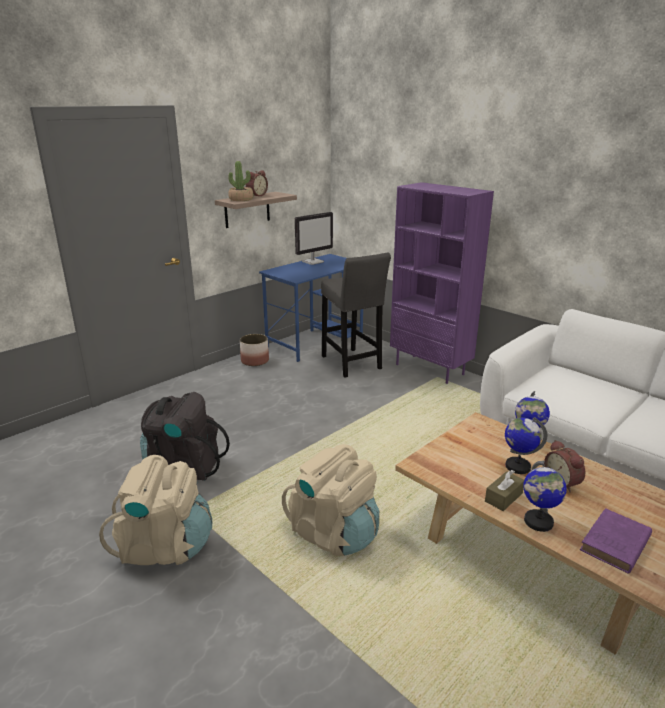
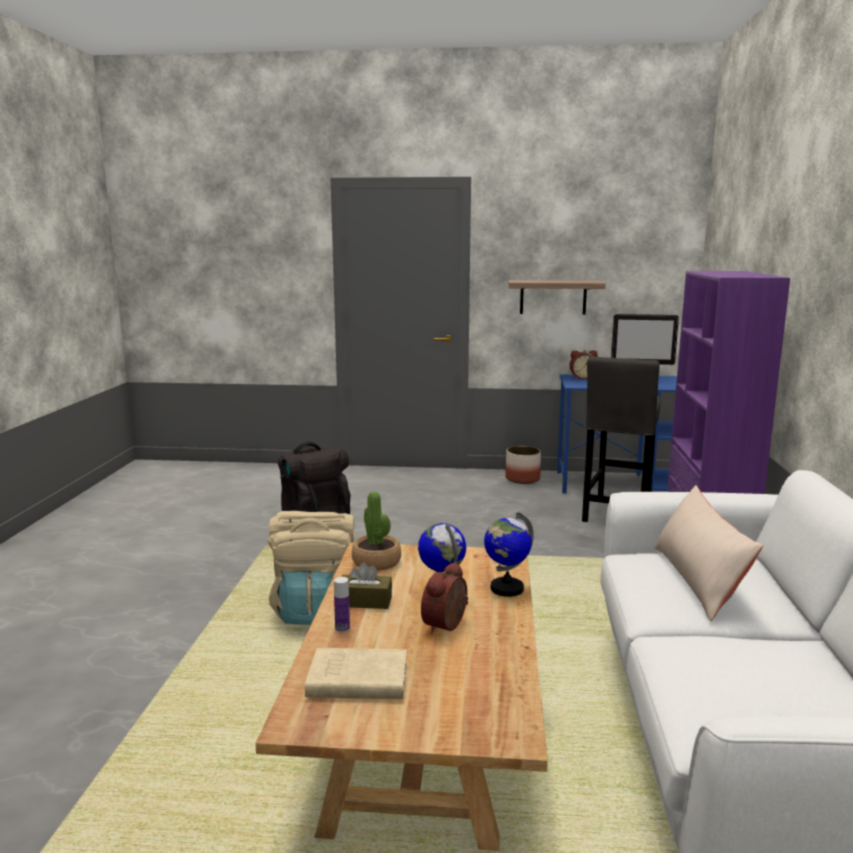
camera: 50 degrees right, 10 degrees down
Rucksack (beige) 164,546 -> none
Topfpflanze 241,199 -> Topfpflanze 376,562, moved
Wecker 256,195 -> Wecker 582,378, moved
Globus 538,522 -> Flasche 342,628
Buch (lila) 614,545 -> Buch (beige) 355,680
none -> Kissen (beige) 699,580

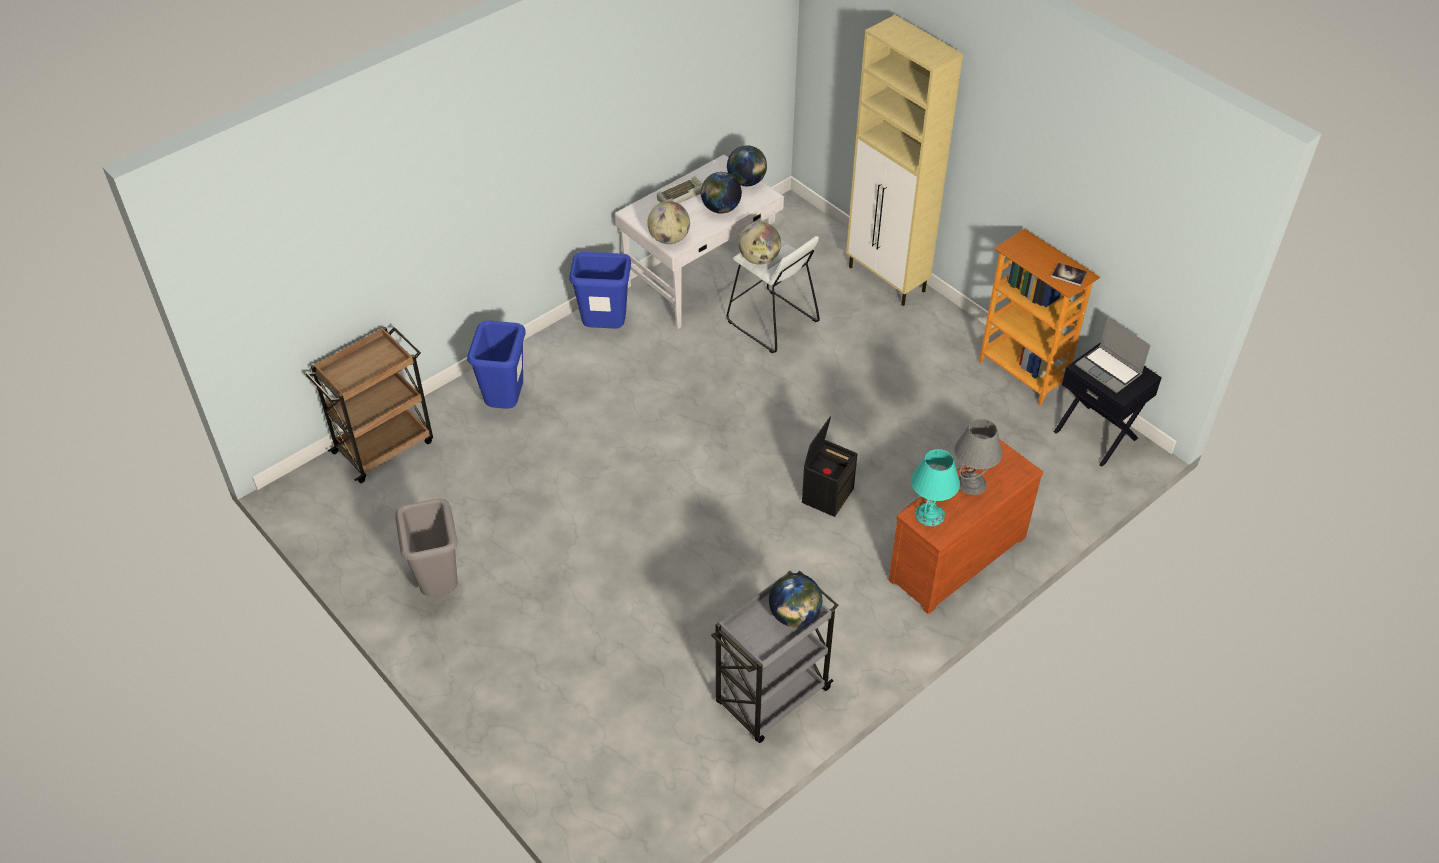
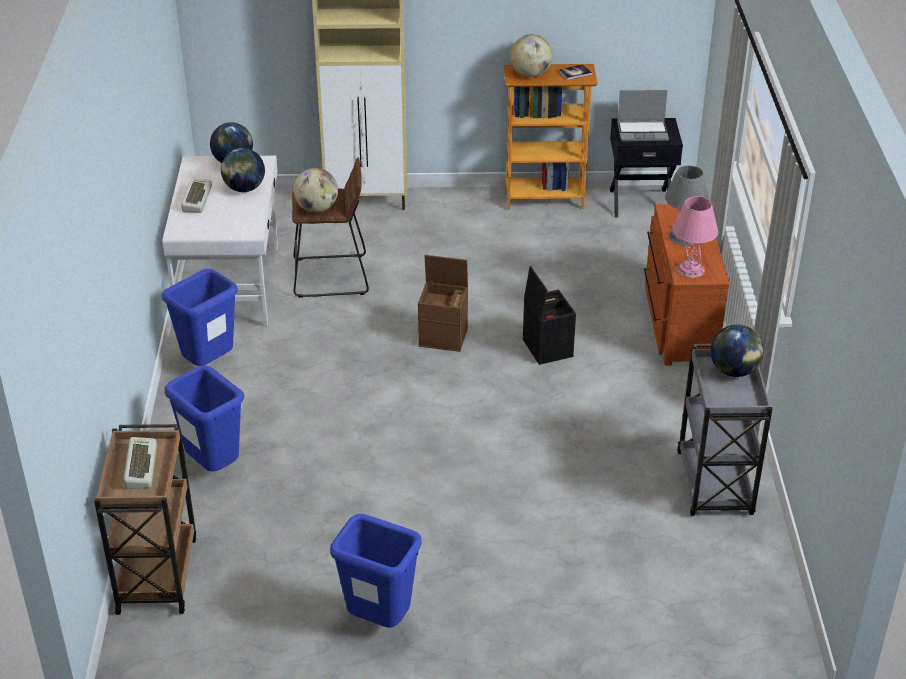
camera: 50 degrees left, 10 degrees down
Mülleimer (grau) 440,587 -> Mülleimer (blau) 380,622
Globus 669,239 -> Globus 530,74, moved
Hocker (weiß) 771,322 -> Hocker (braun) 331,276
Tischlampe (türkis) 930,514 -> Tischlampe (rosa) 690,269
none -> Tastatur 139,466
none -> Aufbewahrungsbox (braun) 444,337

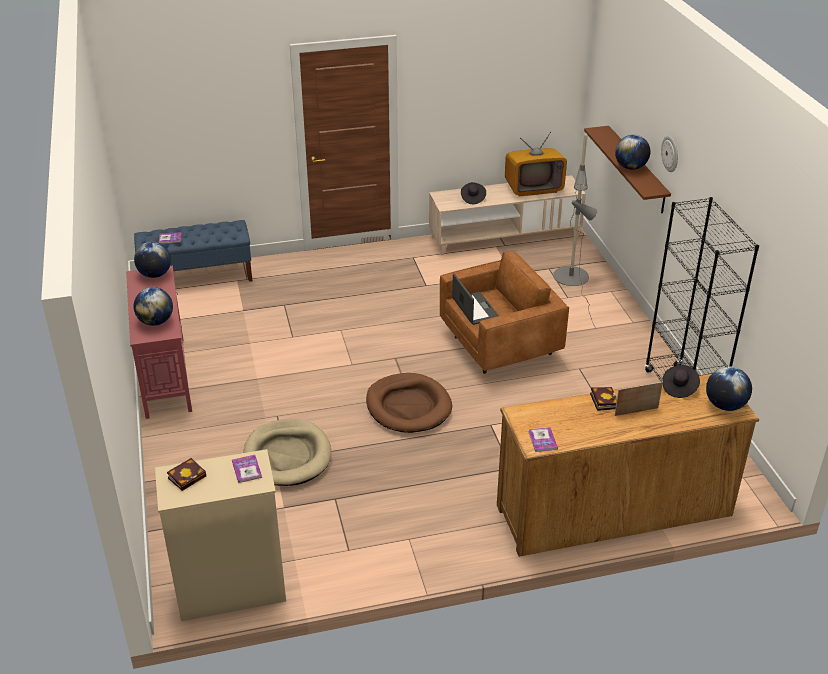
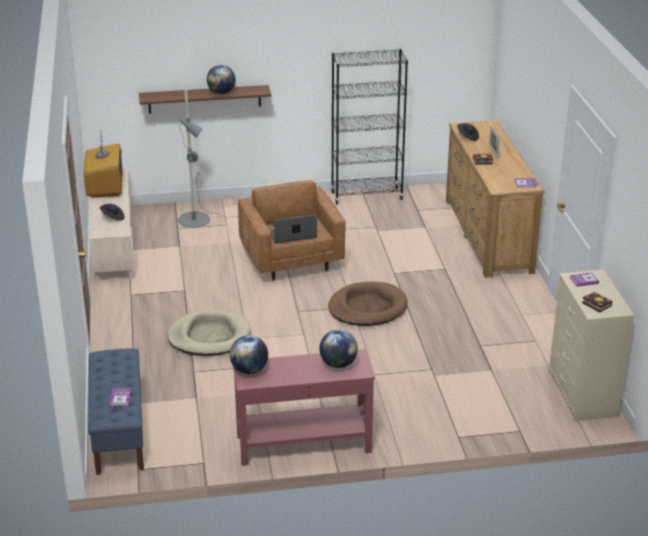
camera: 85 degrees left, 5 degrees down
Hundebett (beige) 287,456 -> Hundebett (beige) 209,337, moved
Wanduhr 670,153 -> none
Globus 725,405 -> none

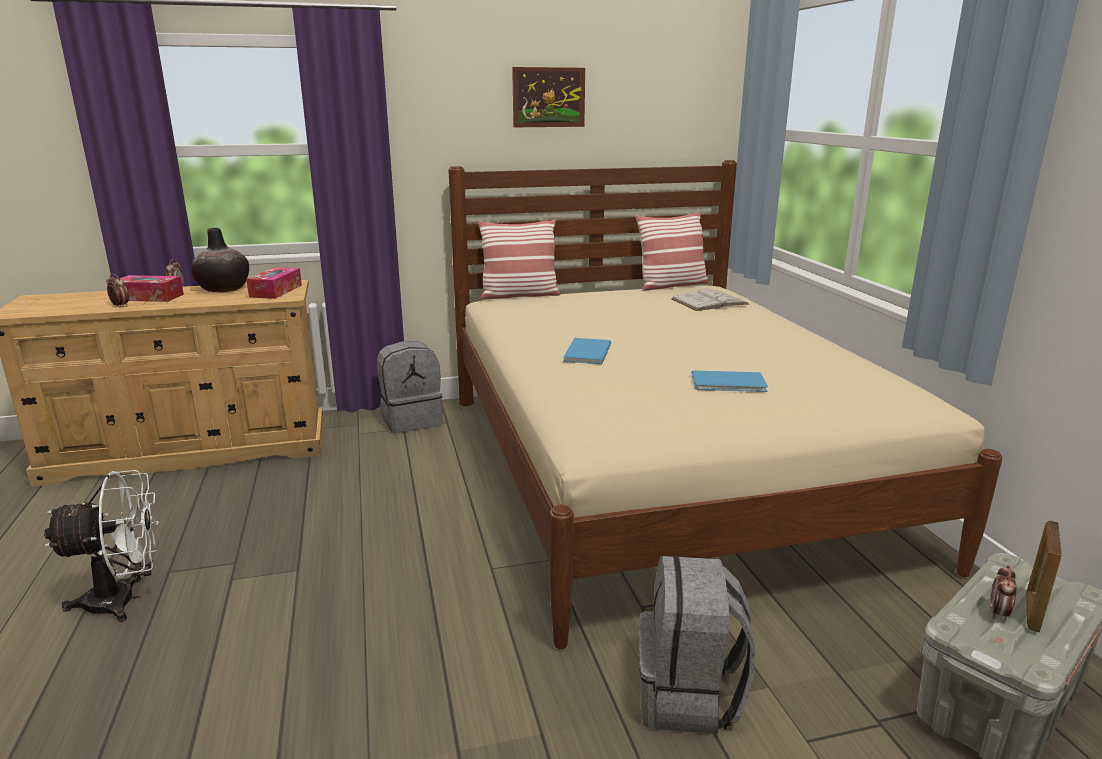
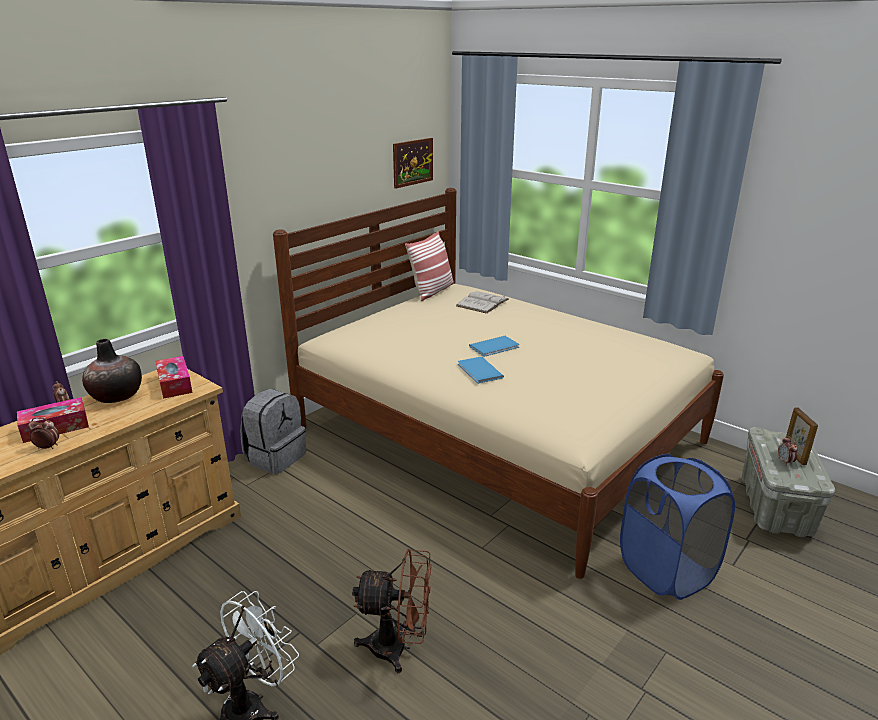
camera: 35 degrees left, 5 degrees up
Kissen 519,295 -> none
Bild 548,97 -> Bild 412,162, moved
Rucksack (grau) 688,697 -> Wäschekorb (blau) 666,571
Buch (blau) 730,383 -> Buch (blau) 496,347, moved
none -> Ventilator (braun) 398,647

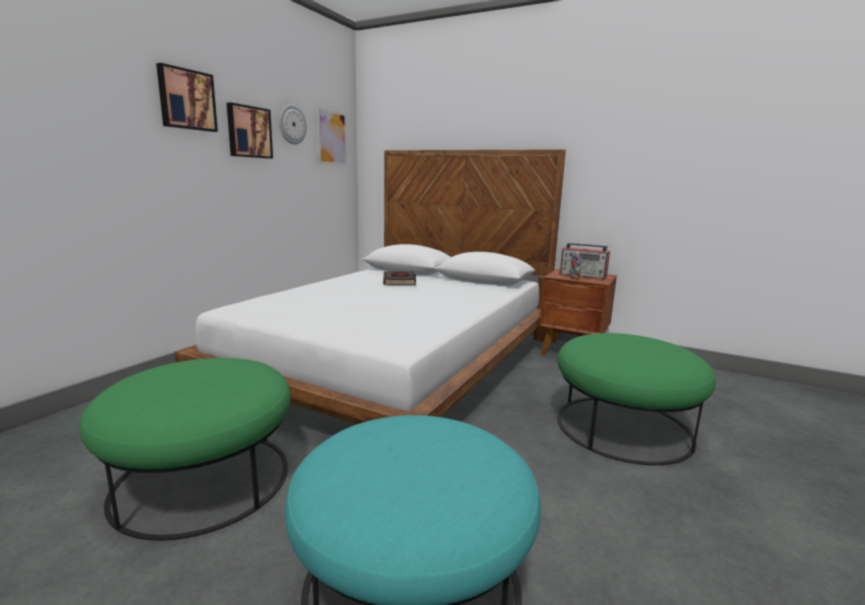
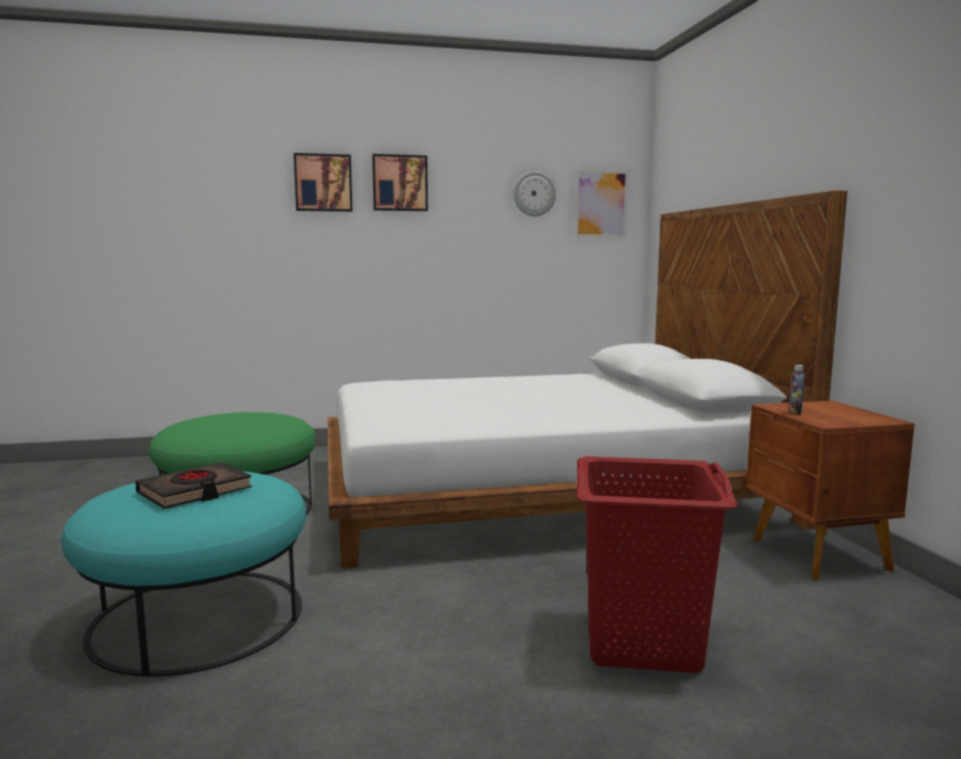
camera: 50 degrees right, 5 degrees down
Bild 248,132 -> Bild 323,183, moved
Buch (schwarz) 399,281 -> Buch (schwarz) 195,492, moved
Polsterhocker (grün) 622,427 -> Wäschekorb (rot) 641,642
Radio 583,275 -> none

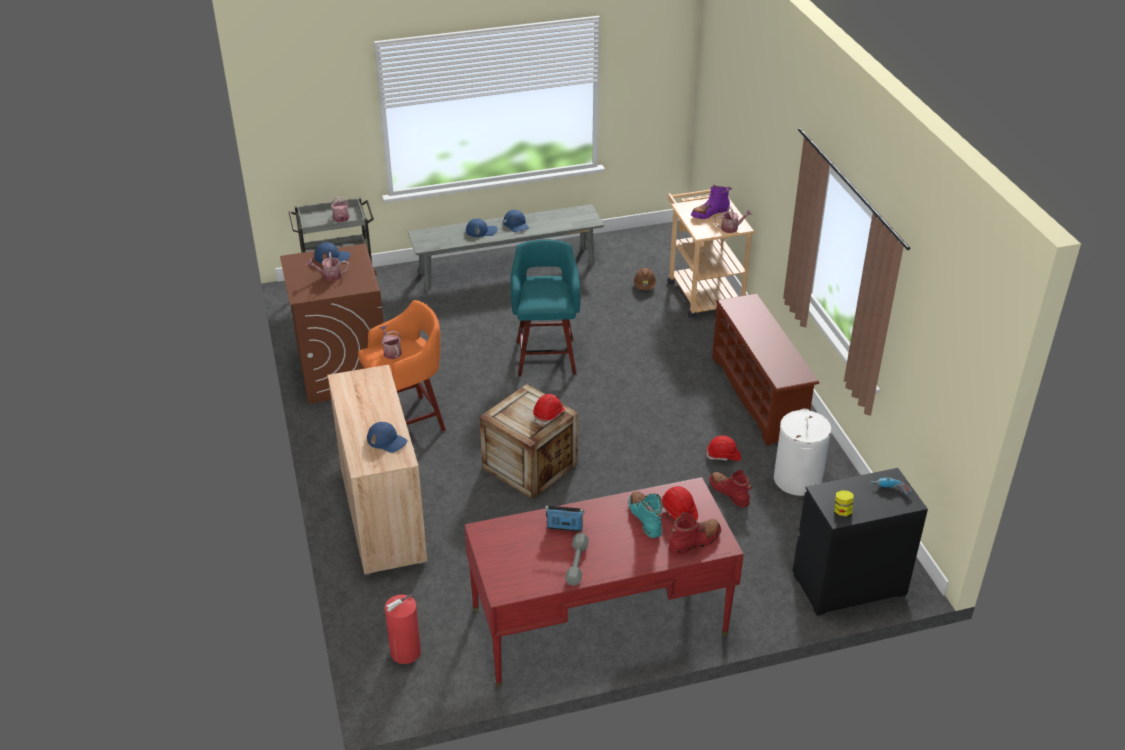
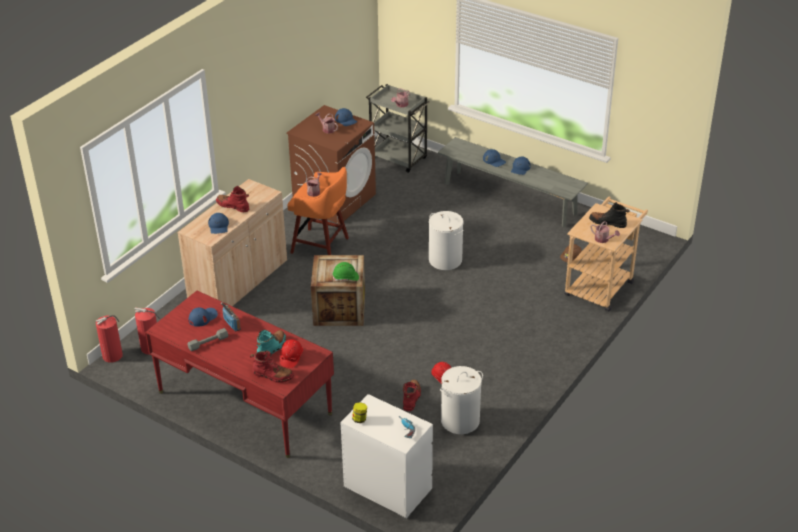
camera: 50 degrees right, 0 degrees up
Hocker (türkis) 546,356 -> Wäschekorb (weiß) 445,260
Schutzhelm (rot) 549,415 -> Schutzhelm (grün) 346,278
Stiefel (lila) 710,213 -> Stiefel (schwarz) 607,223
Schuhregal (braun) 759,396 -> none
Kommode (schwarz) 848,584 -> Kommode (weiß) 387,488
none -> Feuerlöscher 113,355
none -> Kappe (blau) 203,317
none -> Stiefel (rot) 233,206

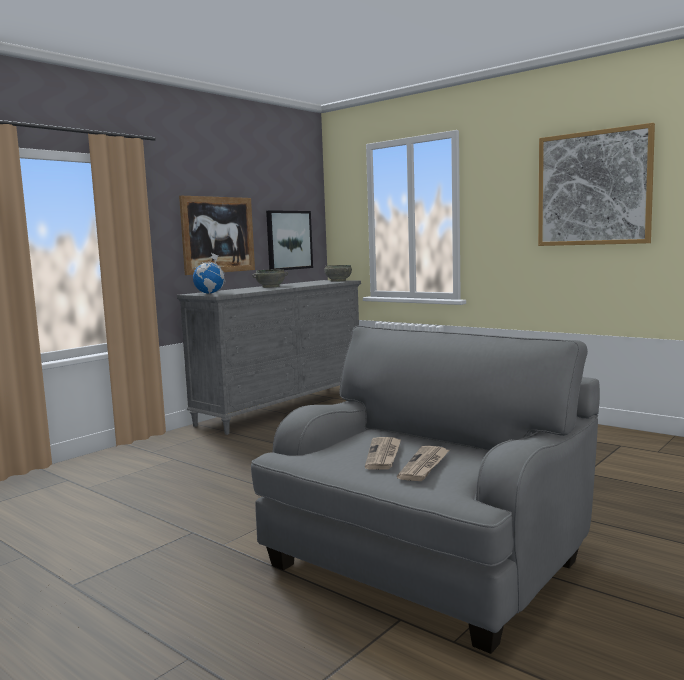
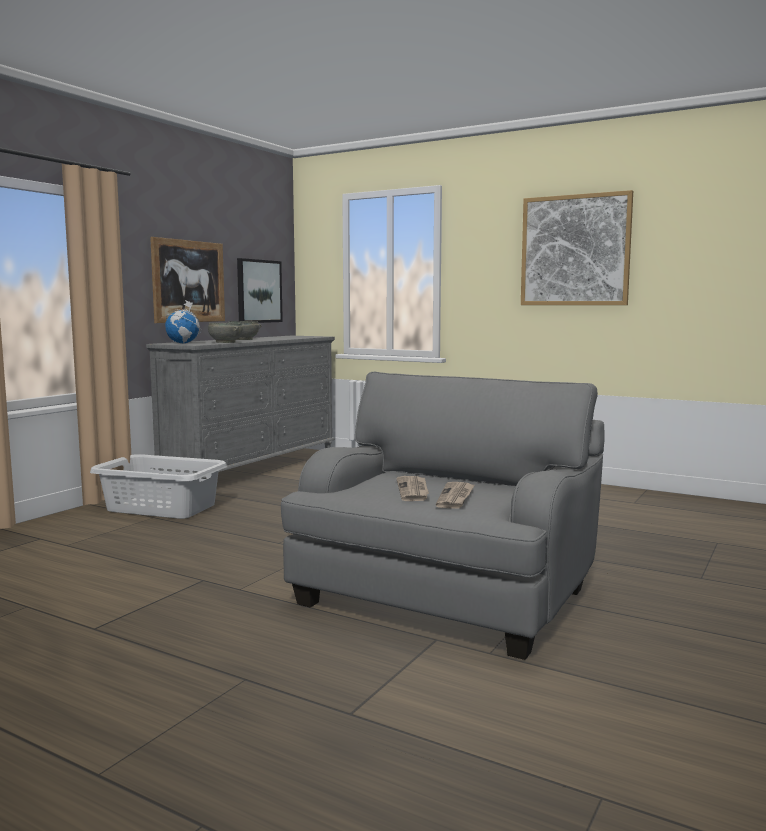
camera: 10 degrees left, 0 degrees up
Schüssel (grau) 338,281 -> Schüssel (grau) 225,342, moved
none -> Wäschekorb (grau) 161,508

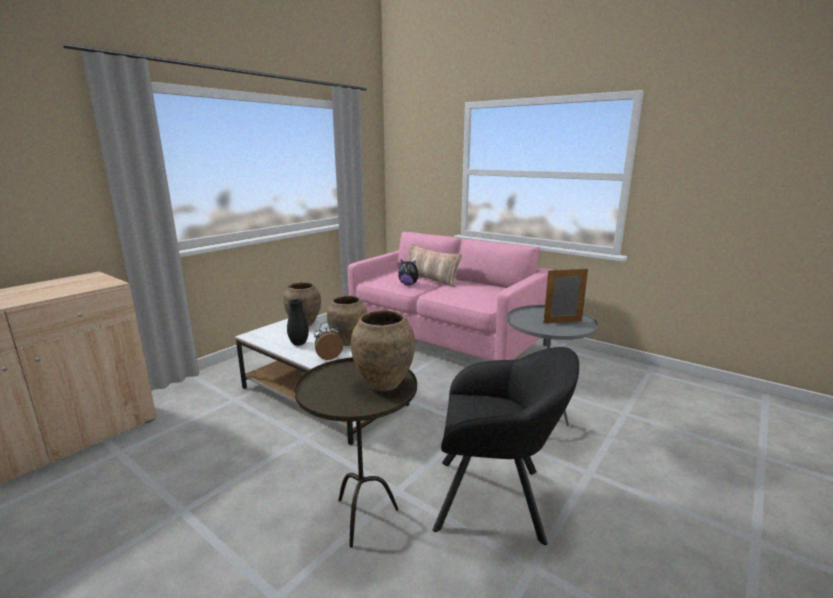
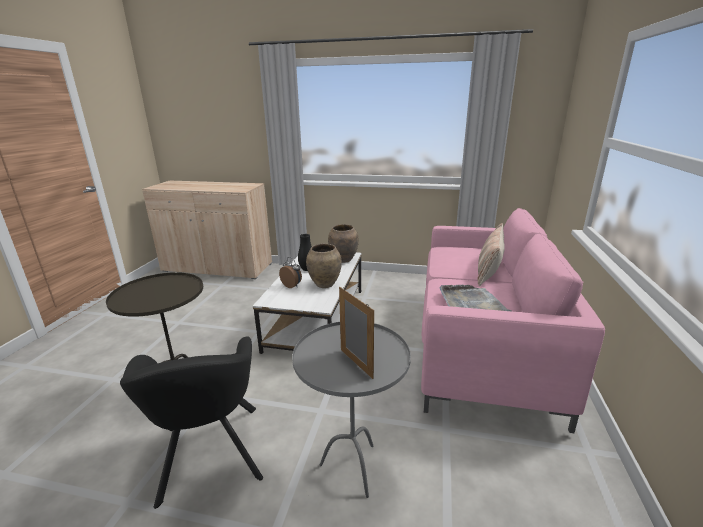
camera: 65 degrees right, 5 degrees up
Vase (braun) 383,384 -> none
Plüschtier 408,284 -> none
none -> Tablett (grau) 471,303

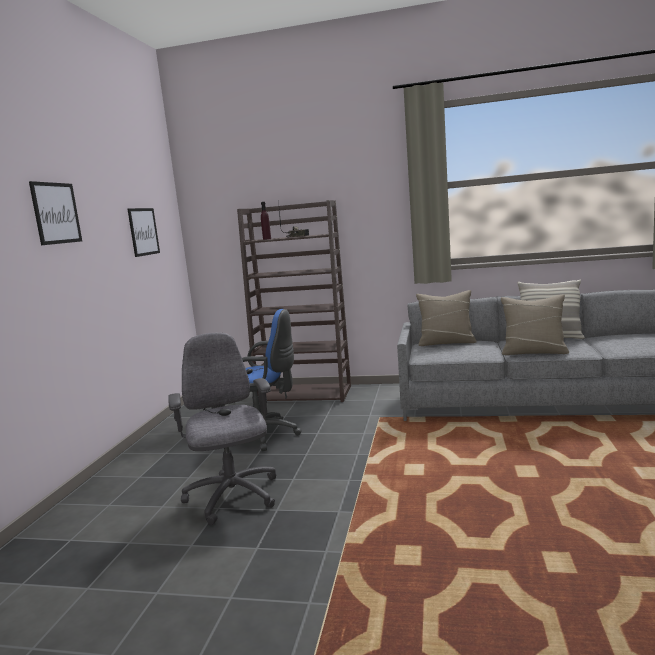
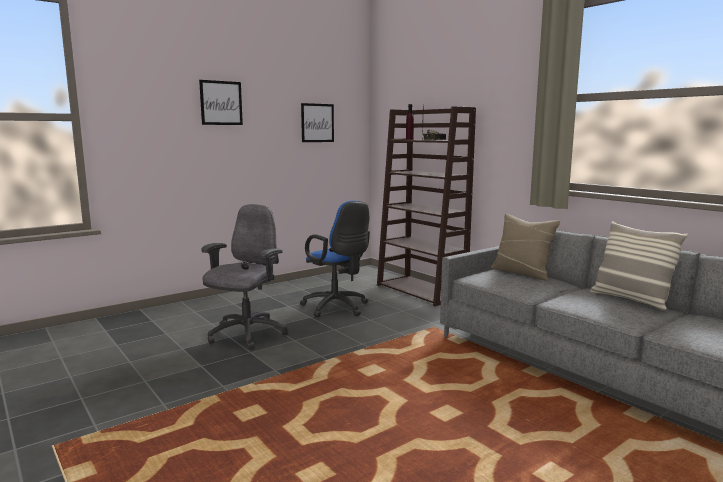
camera: 40 degrees right, 0 degrees up
Kissen (beige) 534,352 -> none

